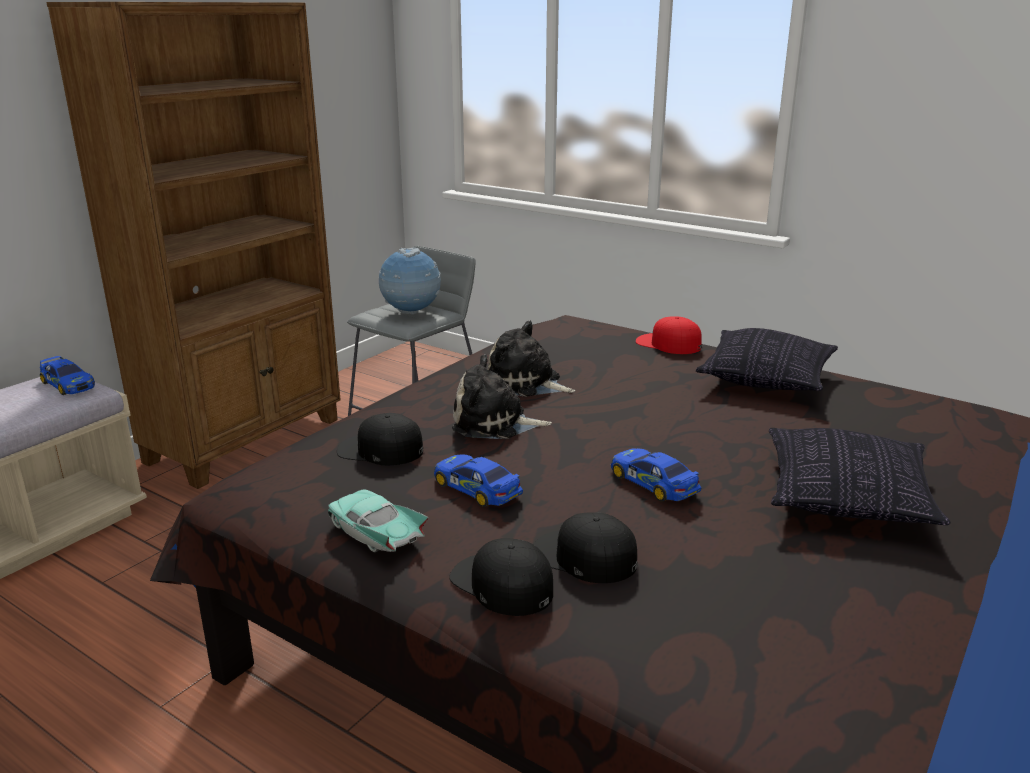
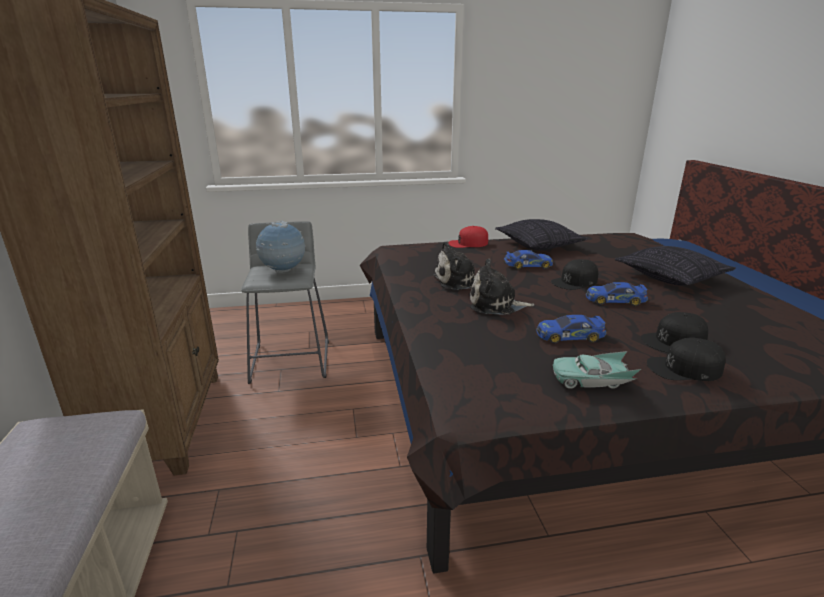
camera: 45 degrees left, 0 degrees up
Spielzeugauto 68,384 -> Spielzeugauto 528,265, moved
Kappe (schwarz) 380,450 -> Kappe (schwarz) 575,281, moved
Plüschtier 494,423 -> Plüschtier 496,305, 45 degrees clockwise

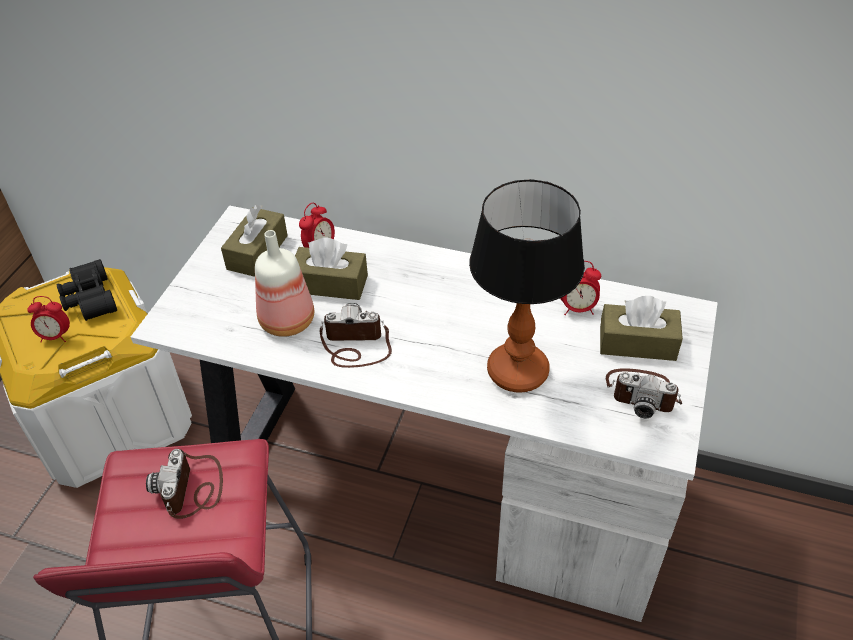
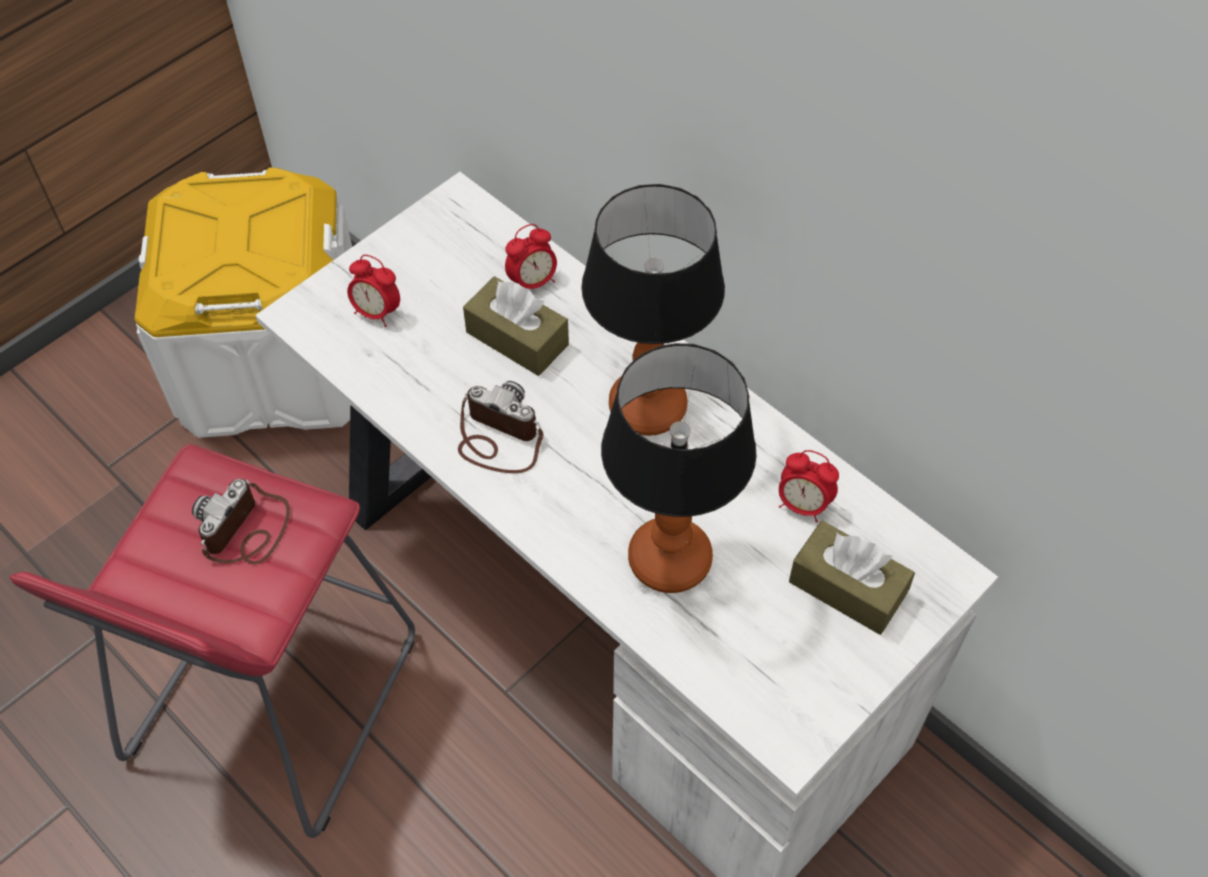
camera: 25 degrees right, 10 degrees up
Wecker 56,336 -> Wecker 377,312, moved
Fernglas (schwarz) 88,299 -> none
Taschentuchbox (braun) 257,252 -> none
Flasche 286,320 -> none
Kamera 642,393 -> none
none -> Tischlampe 648,408

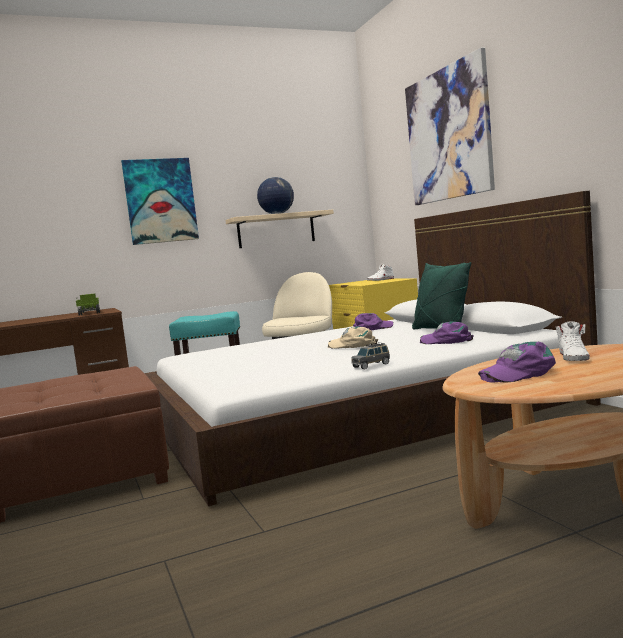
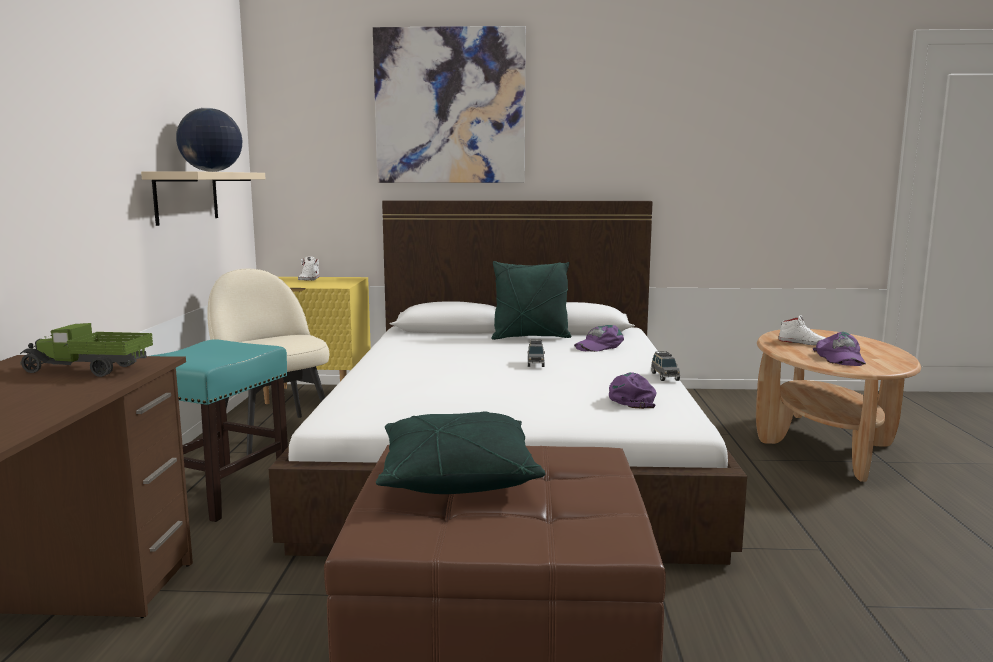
camera: 65 degrees left, 5 degrees up
Bild 160,201 -> none
Kappe (beige) 353,345 -> Spielzeugauto (grau) 535,363
Kappe (lila) 372,328 -> Kappe (lila) 632,398, moved
none -> Kissen (grün) 457,477

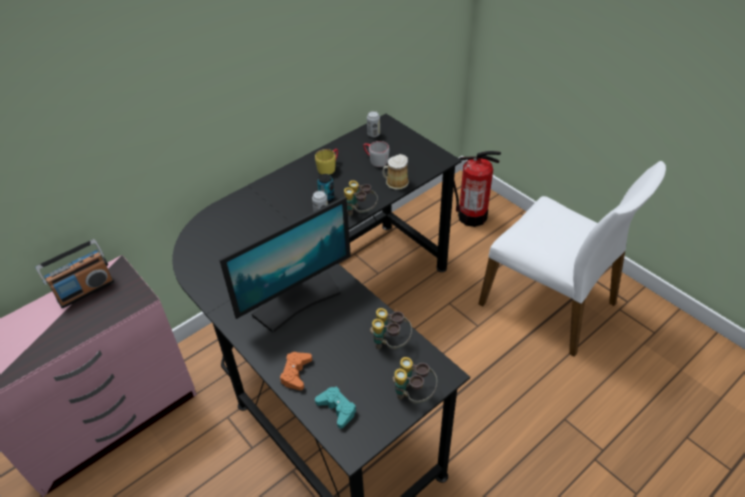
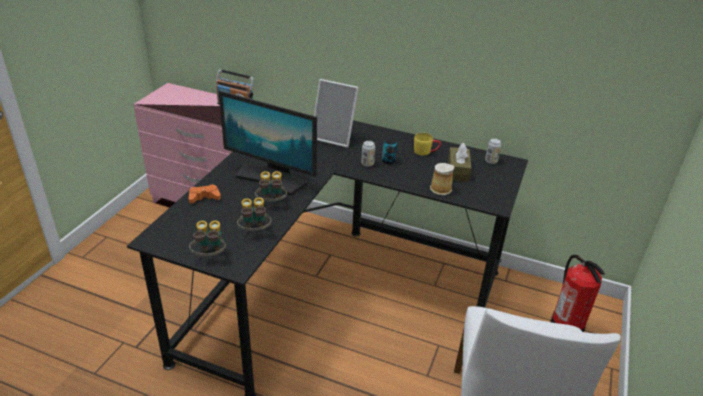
camera: 60 degrees right, 10 degrees down
Gamepad (türkis) 337,409 -> none
Fernglas 360,213 -> Fernglas 271,204, moved
Henkelbecher (grau) 375,160 -> Taschentuchbox (braun) 458,171
none -> Bilderrahmen 335,137

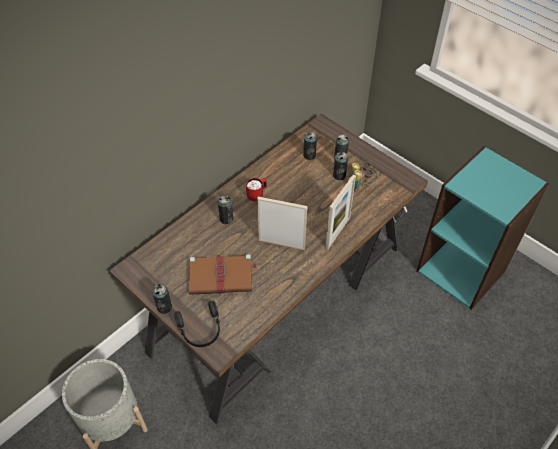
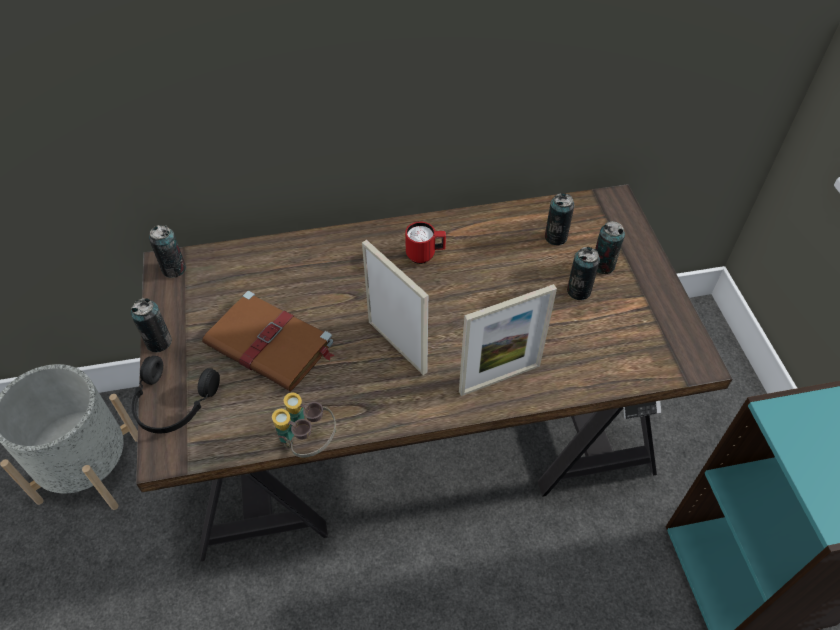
camera: 35 degrees right, 0 degrees up
Dose 226,219 -> Dose 174,269, moved
Fernglas 361,186 -> Fernglas 307,442, moved

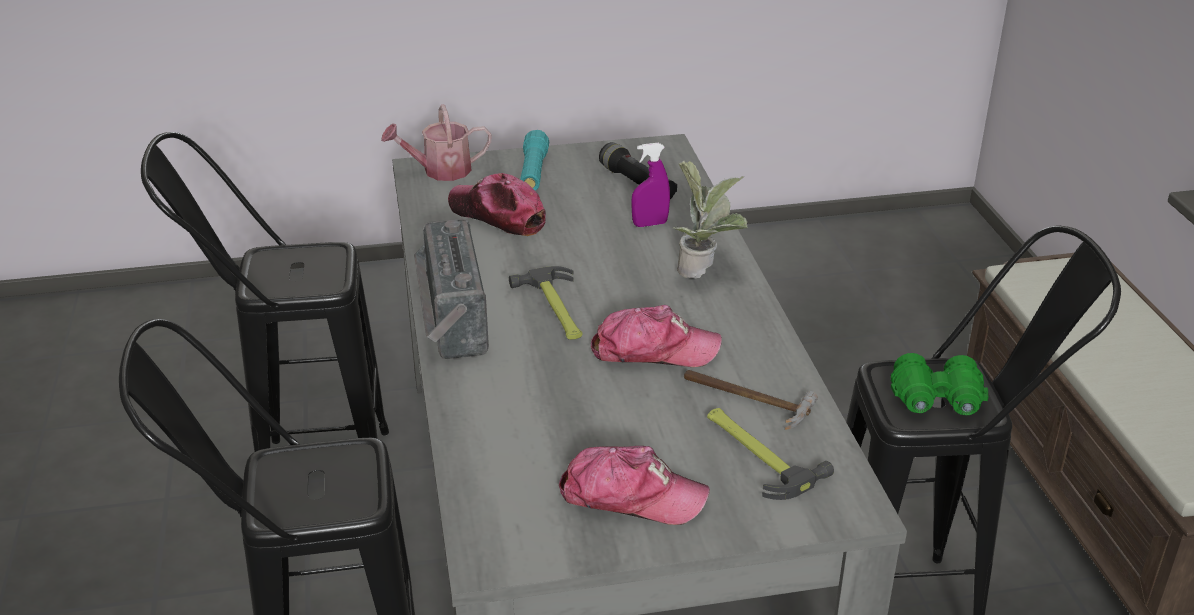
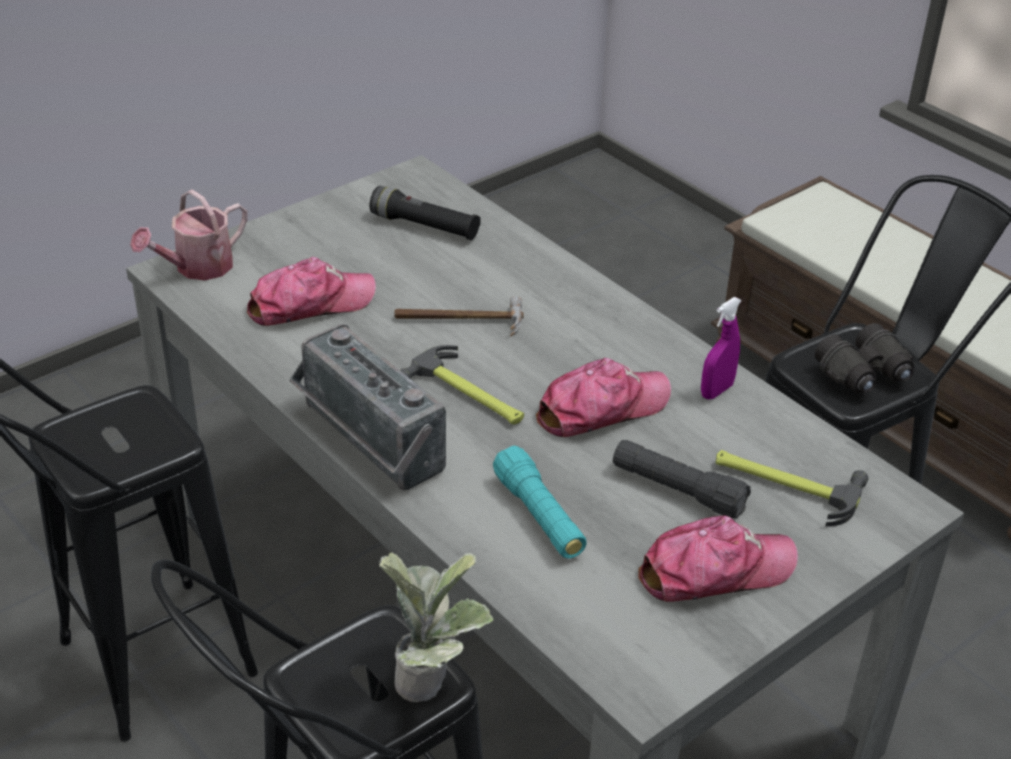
camera: 30 degrees left, 5 degrees up
Kappe 498,215 -> Kappe 310,304, 150 degrees clockwise
Taschenlampe (türkis) 533,173 -> Taschenlampe (türkis) 539,516, moved
Sprühflasche (lila) 650,224 -> Sprühflasche (lila) 716,391, moved
Topfpflanze 704,271 -> Topfpflanze 433,680, moved
Hammer 745,399 -> Hammer 459,320, moved
Fernglas (grün) 937,401 -> Fernglas (schwarz) 865,375
none -> Taschenlampe (schwarz) 678,490

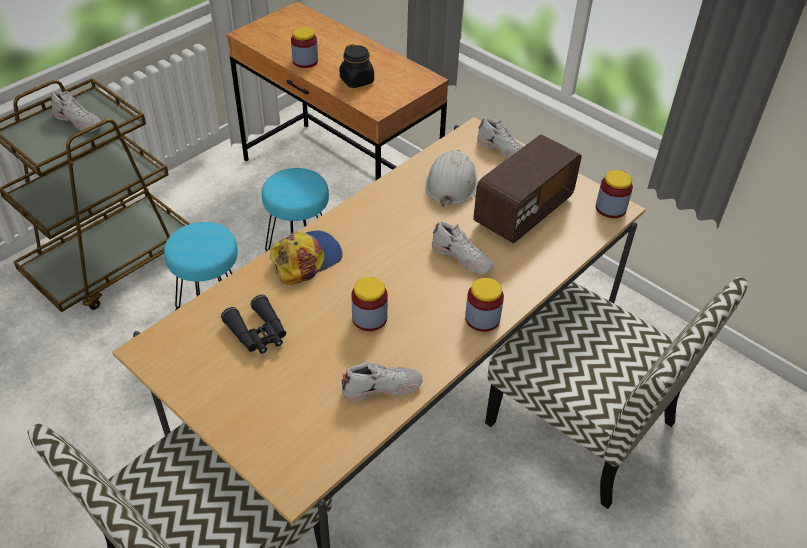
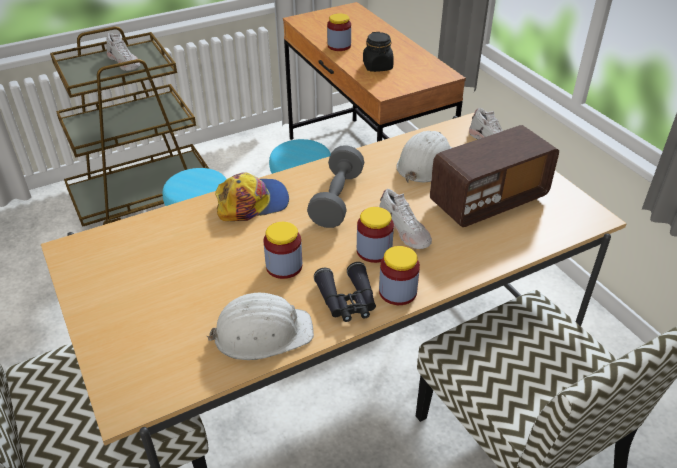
camera: 20 degrees right, 5 degrees down
Fernglas (schwarz) 258,333 -> Fernglas (schwarz) 347,301, moved
Schuh (weiß) 382,387 -> Schutzhelm (weiß) 262,333
Vorratsglas 610,208 -> Vorratsglas 374,251, moved
none -> Hantel (grau) 337,199

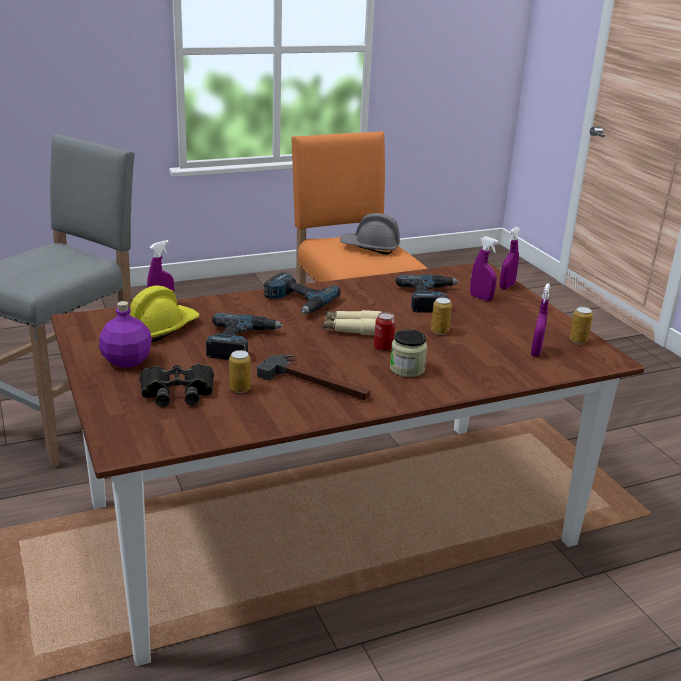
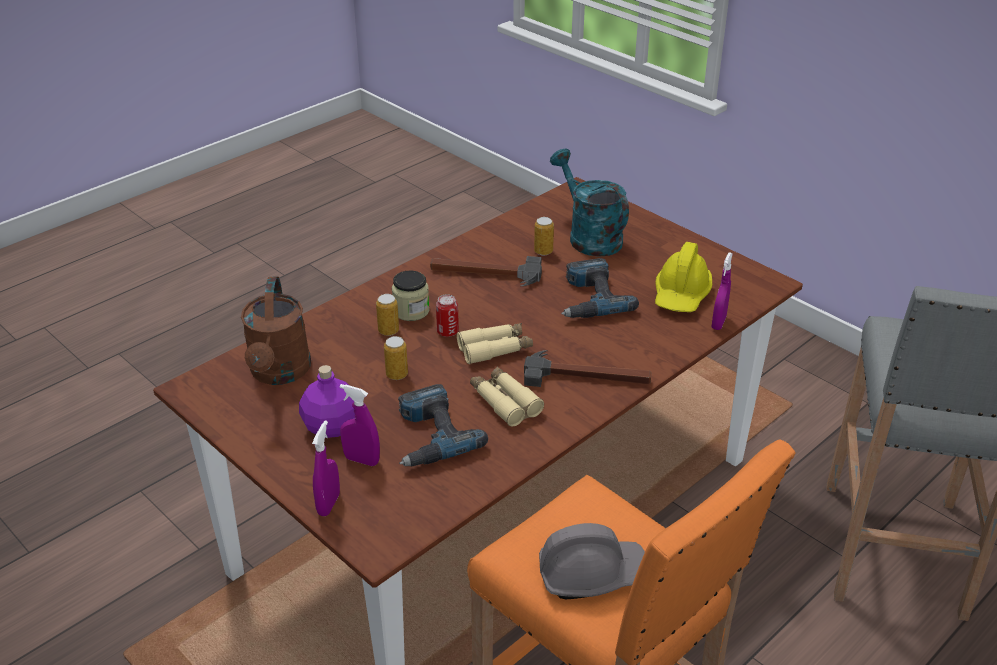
camera: 160 degrees right, 10 degrees up
Flasche (lila) 126,361 -> Flasche (lila) 331,426, moved
Fernglas (schwarz) 177,392 -> Gießkanne (türkis) 589,236
Bohrmaschine 297,302 -> Hammer 587,376
Sprühflasche (lila) 536,352 -> Gießkanne (braun) 279,373
Dose 578,341 -> Dose 388,331, moved
none -> Fernglas (beige) 504,402

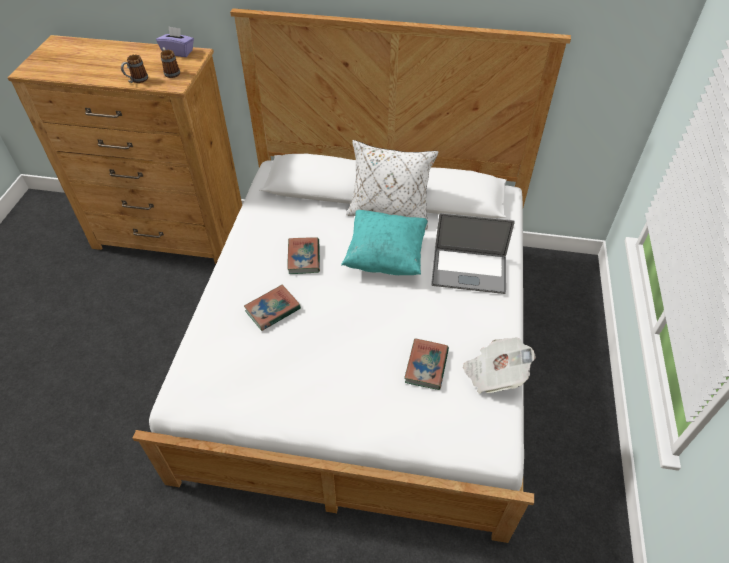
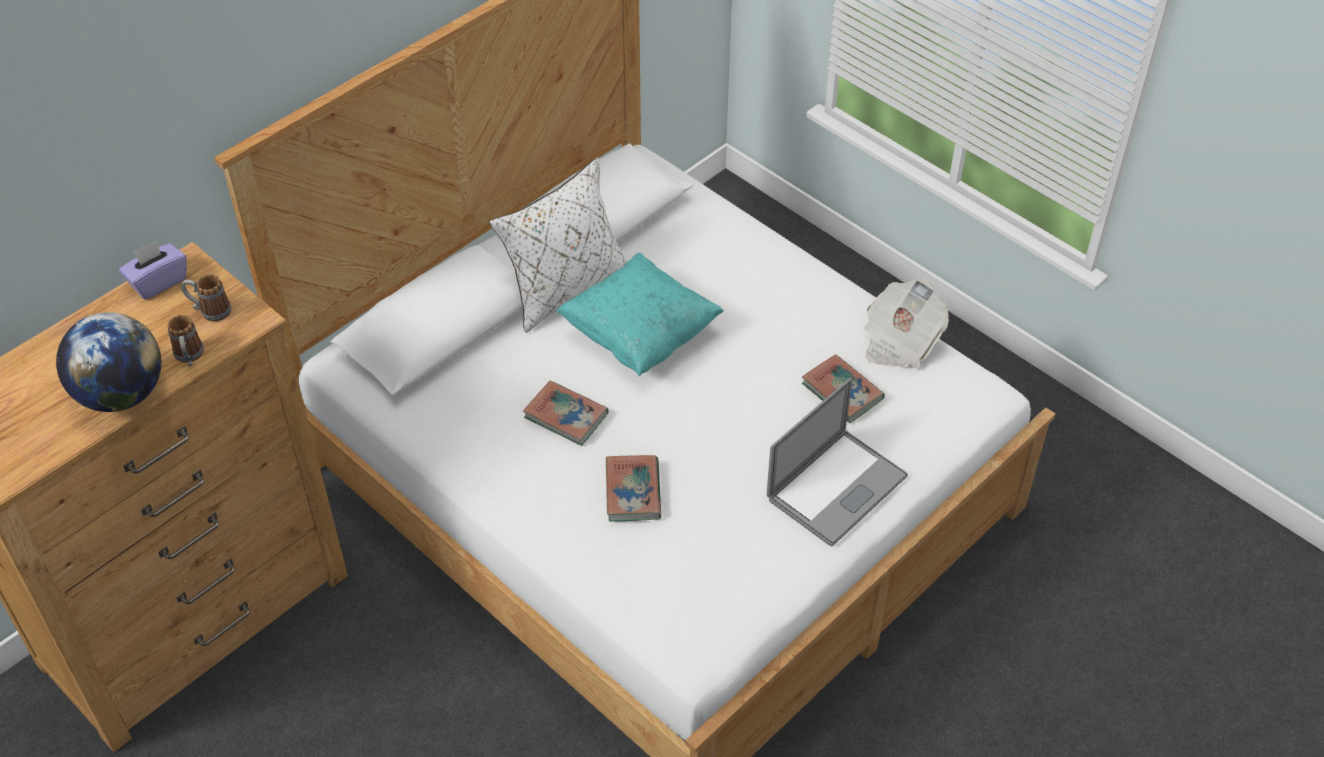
camera: 55 degrees left, 0 degrees up
Laptop 469,271 -> Laptop 836,487, moved
none -> Globus 121,394

